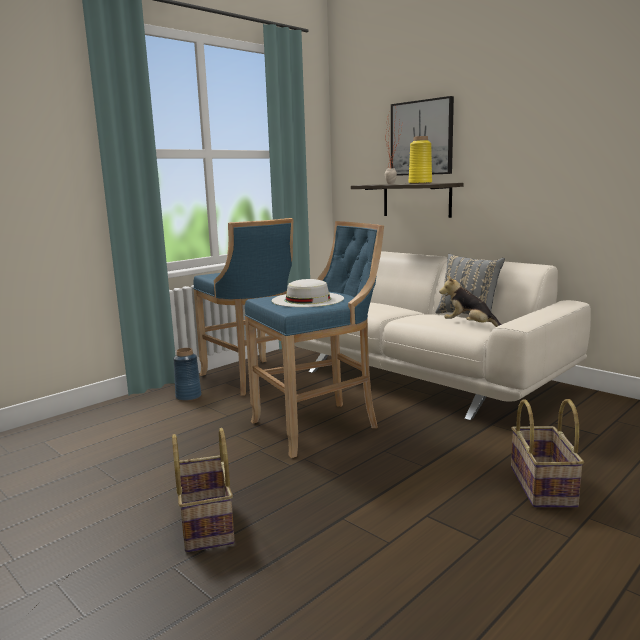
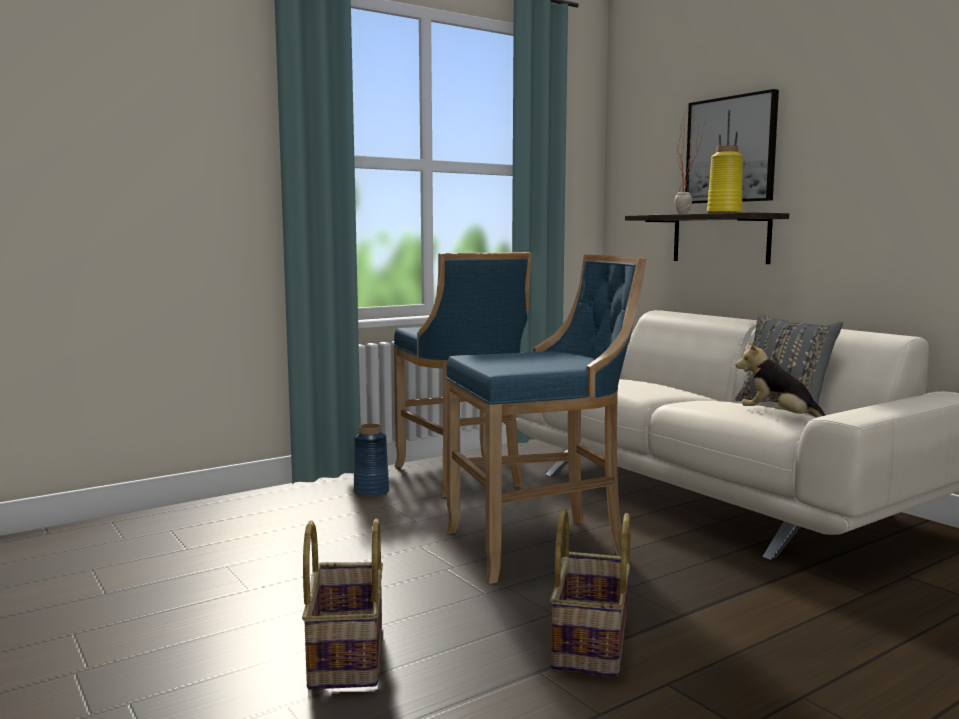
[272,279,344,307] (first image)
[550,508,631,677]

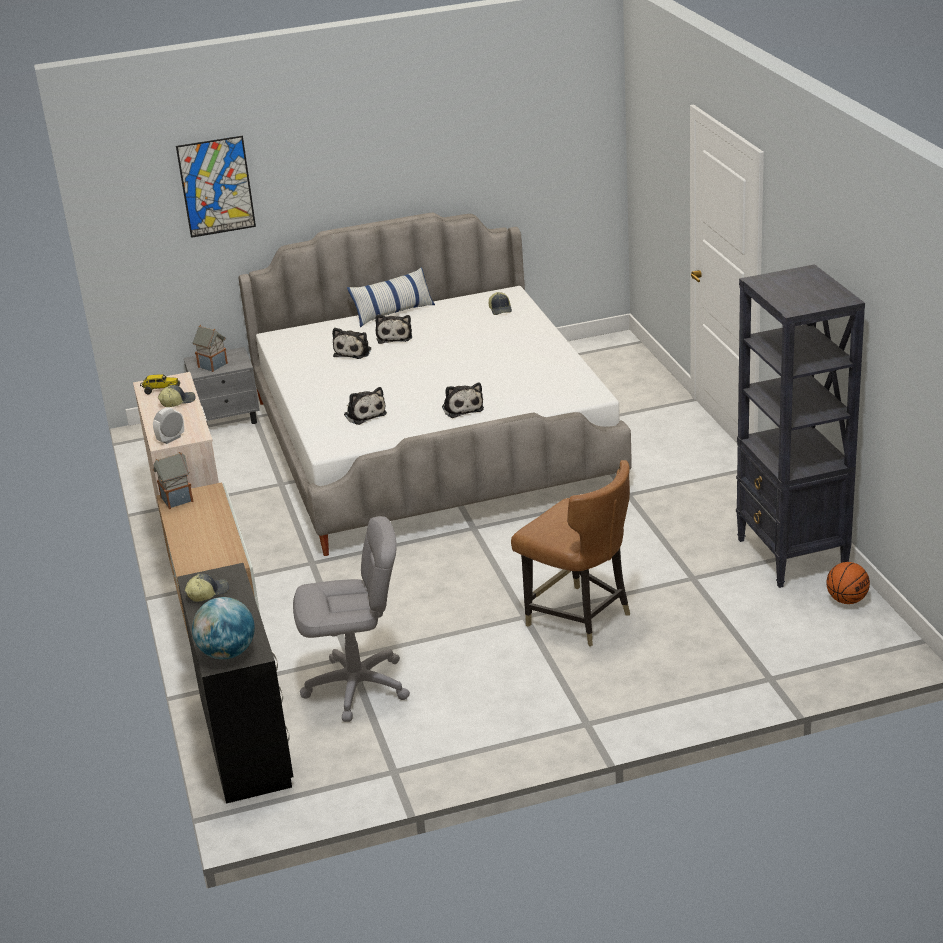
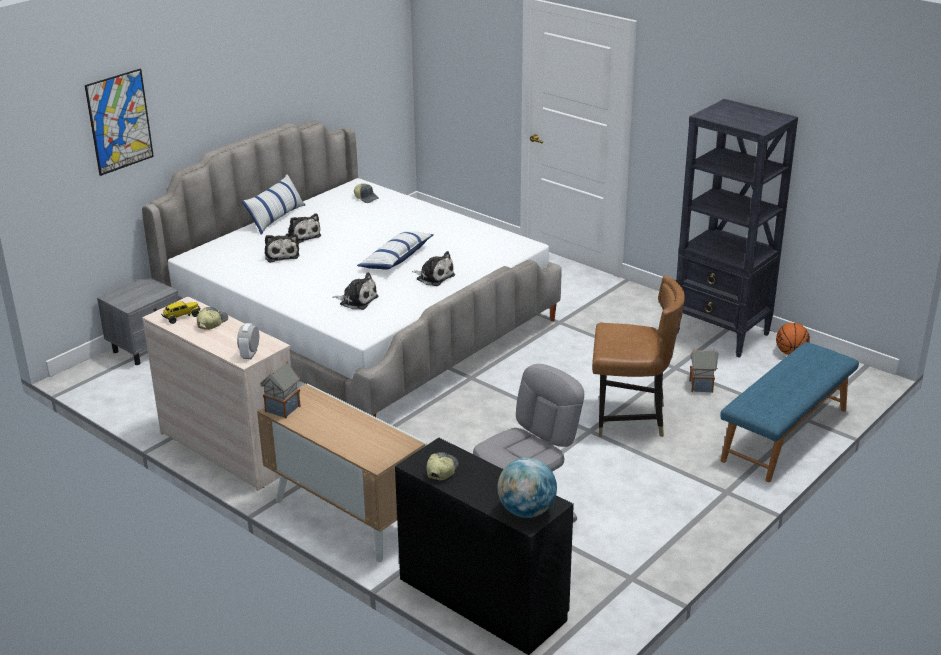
[689,349,718,393]
[357,231,434,270]
[720,342,859,482]

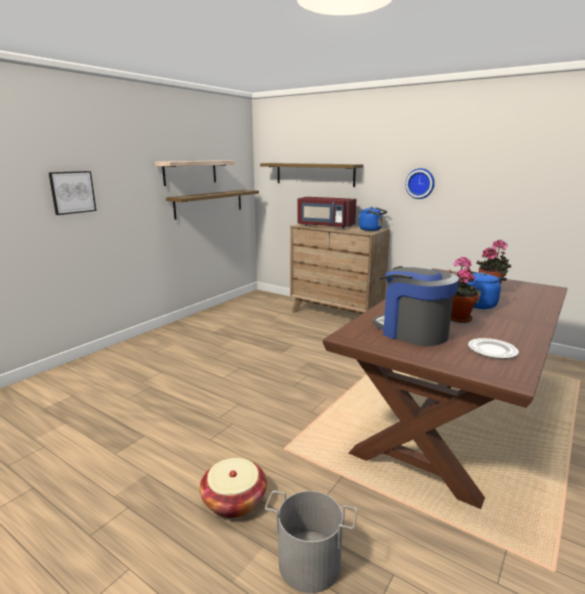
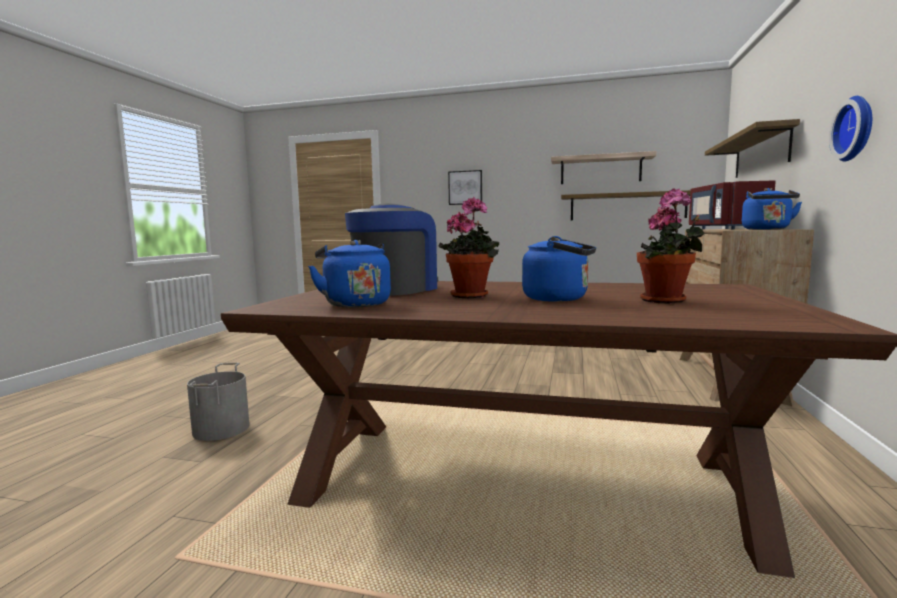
[308,240,391,308]
[200,458,267,518] (first image)

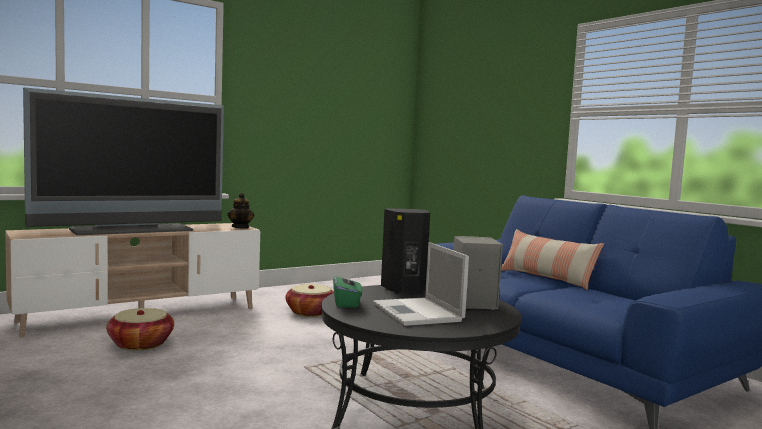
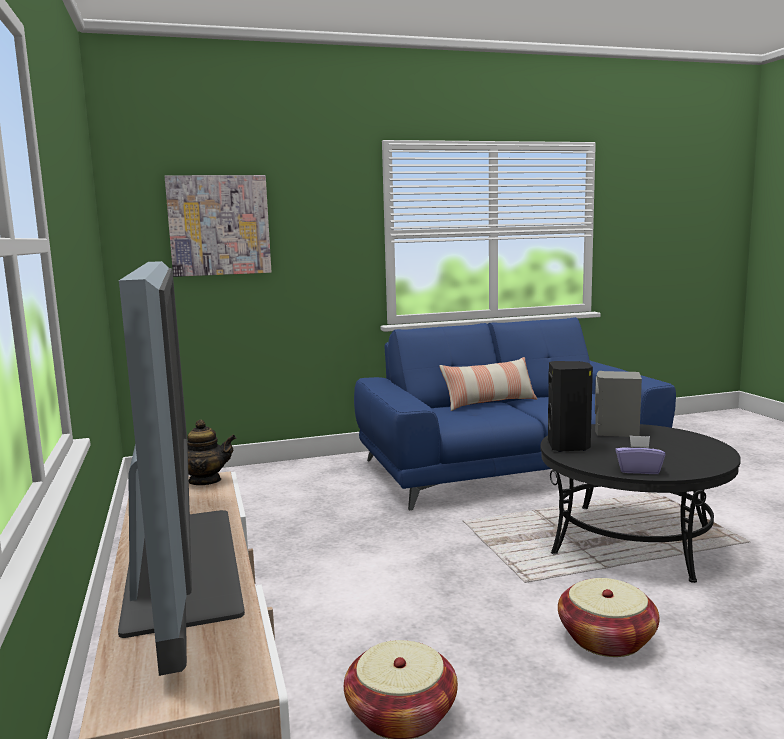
[373,242,469,326] (first image)
[615,435,665,474]
[558,578,660,657]
[165,175,271,277]

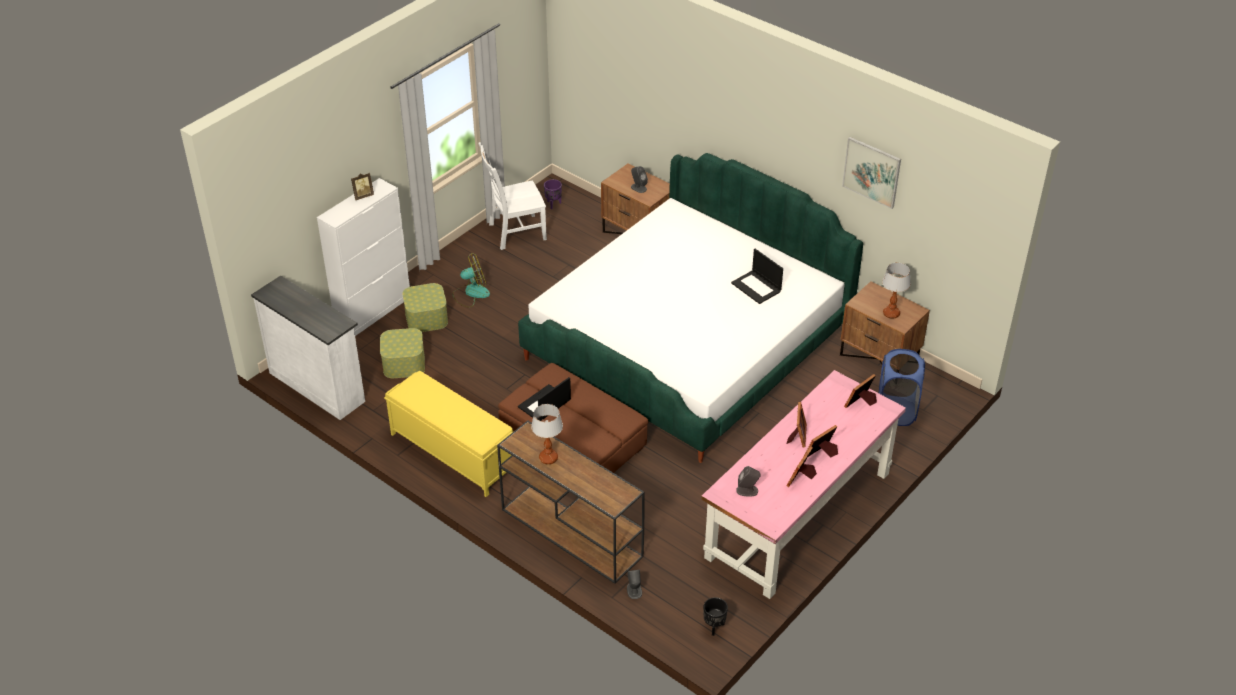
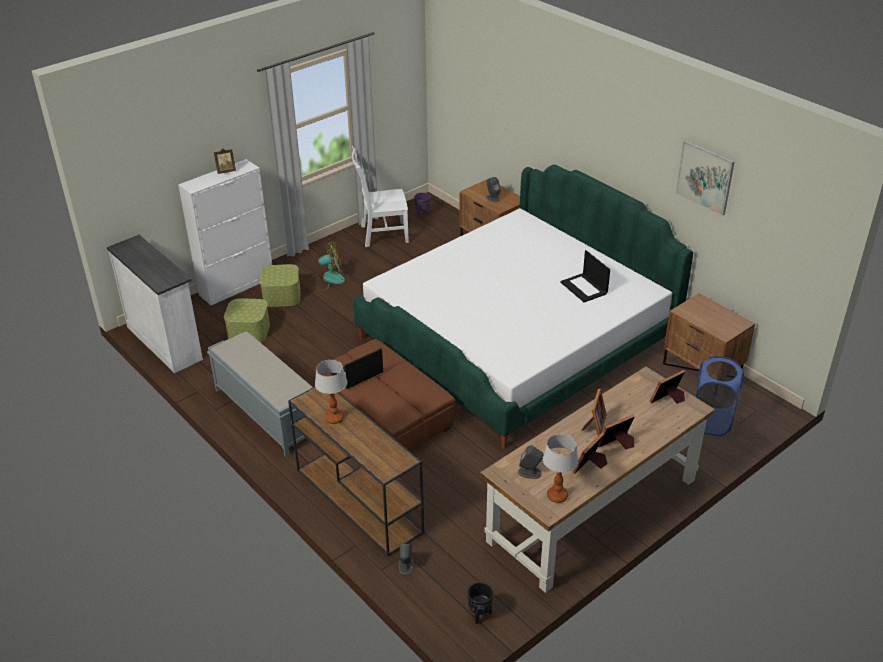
[543,434,578,503]
[480,366,715,593]
[207,331,313,457]

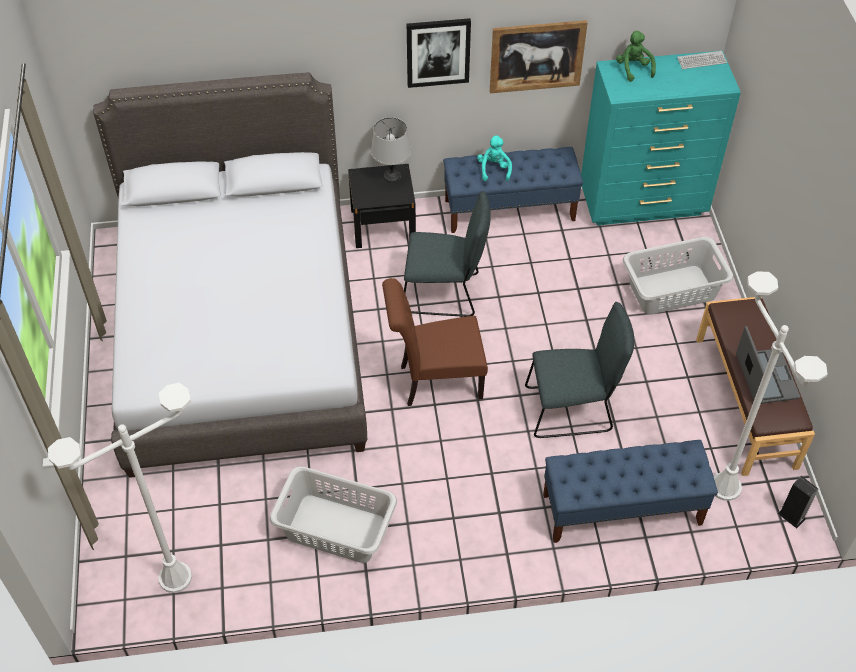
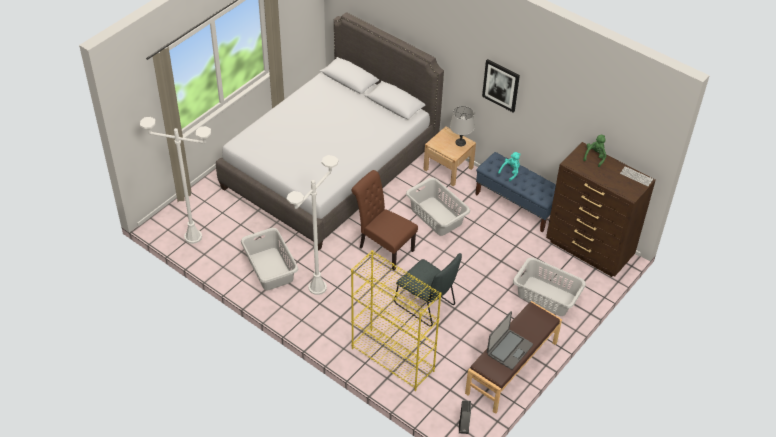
[490,20,588,93] (first image)
[546,142,656,277]
[423,126,476,186]
[406,177,470,236]
[287,155,339,295]
[351,250,442,391]

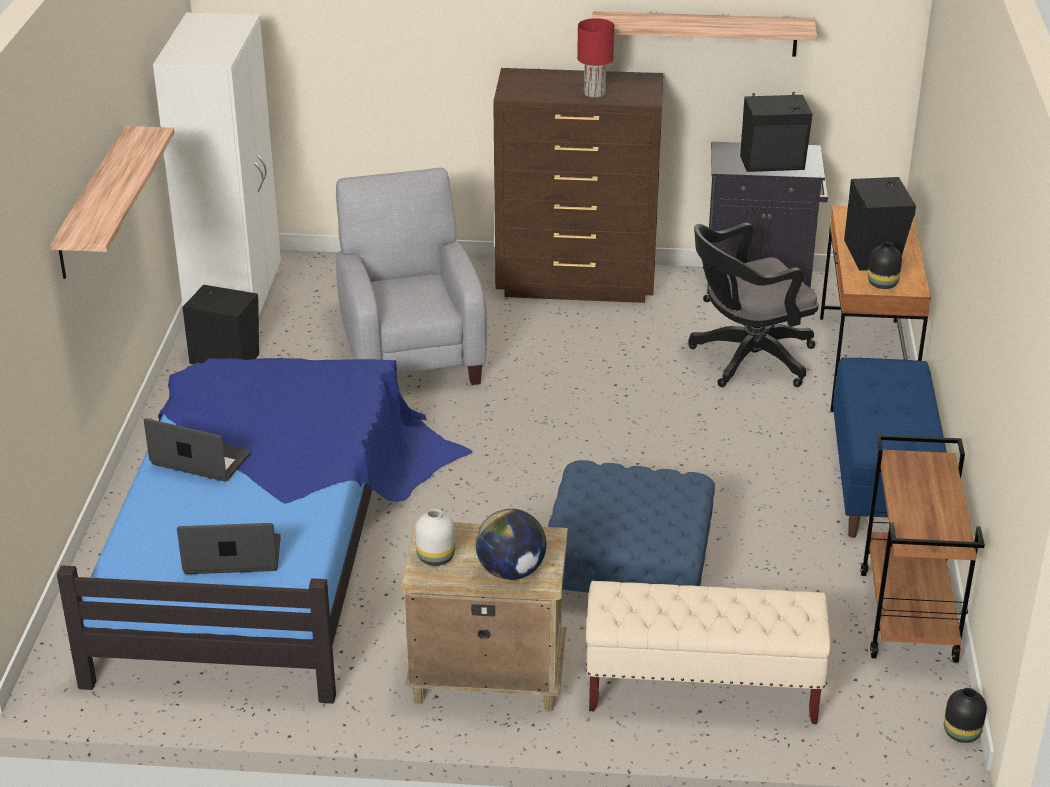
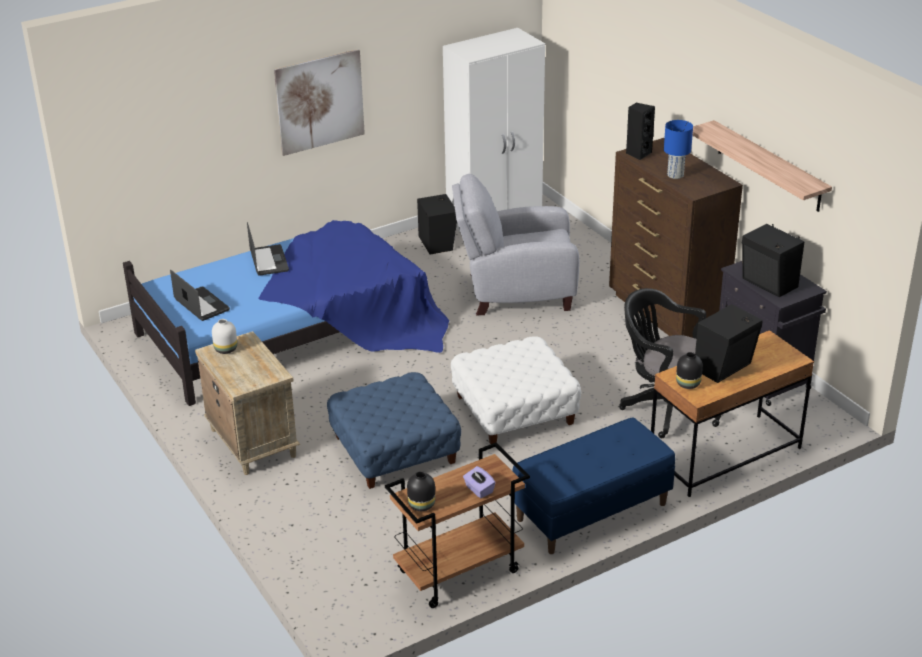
[664,120,693,179]
[274,49,365,156]
[452,174,579,315]
[475,509,546,580] (first image)
[586,581,831,724] (first image)
[407,471,435,511]
[626,102,655,160]
[451,336,581,444]
[463,466,496,498]

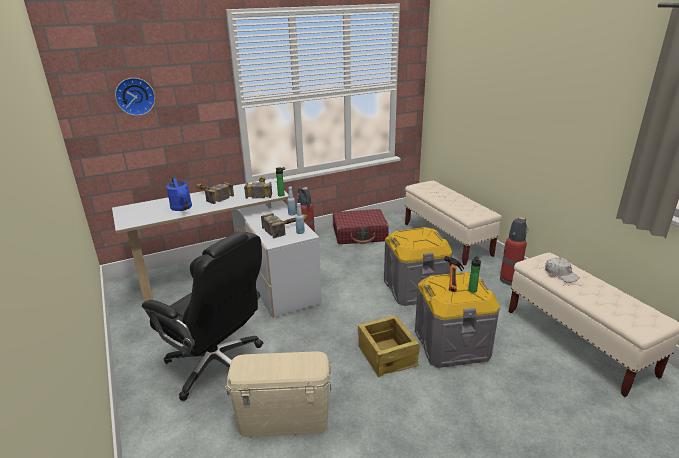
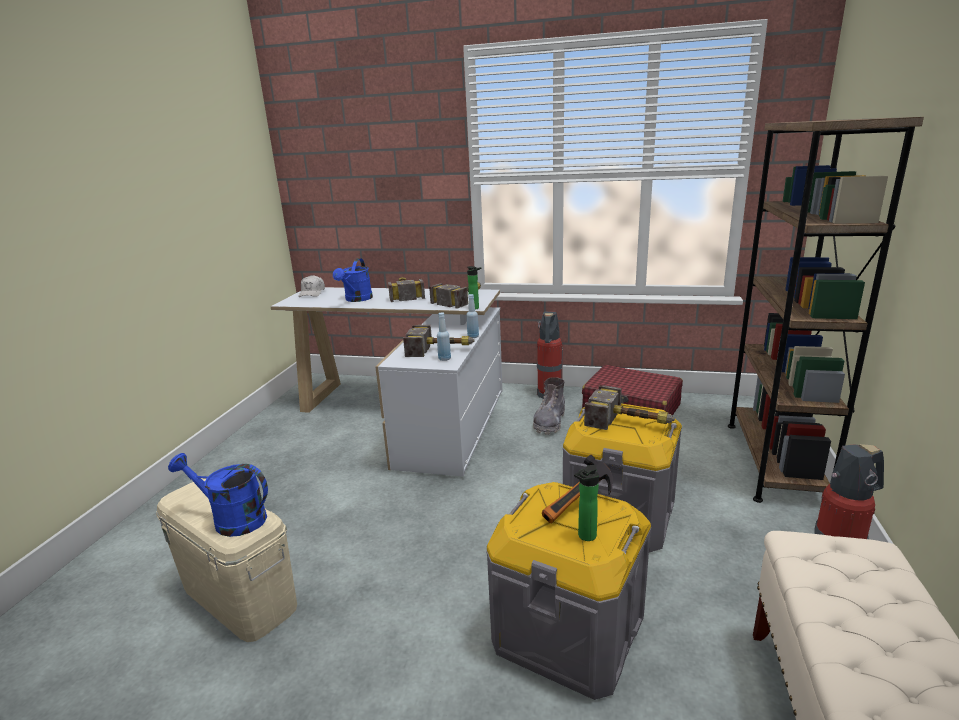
[115,78,155,116] (first image)
[728,117,924,503]
[142,232,263,401] (first image)
[298,275,325,297]
[358,315,420,377] (first image)
[533,377,565,435]
[584,385,675,430]
[168,453,268,537]

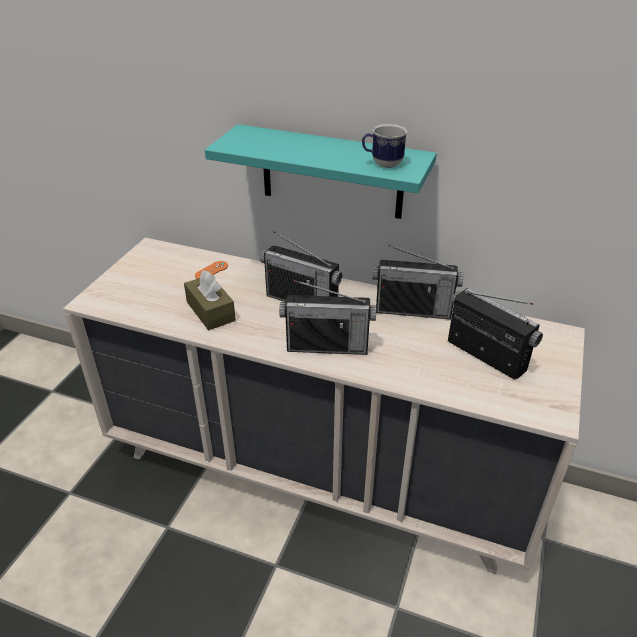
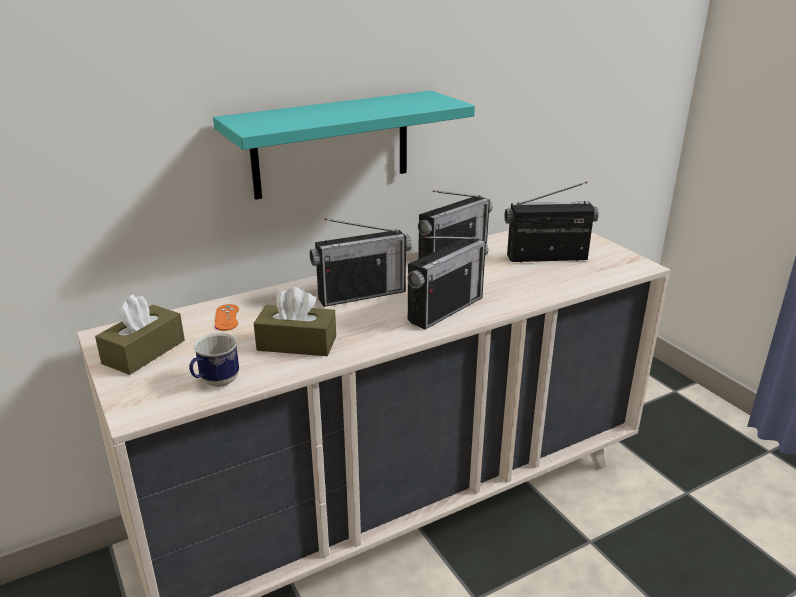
[189,333,239,387]
[95,295,185,375]

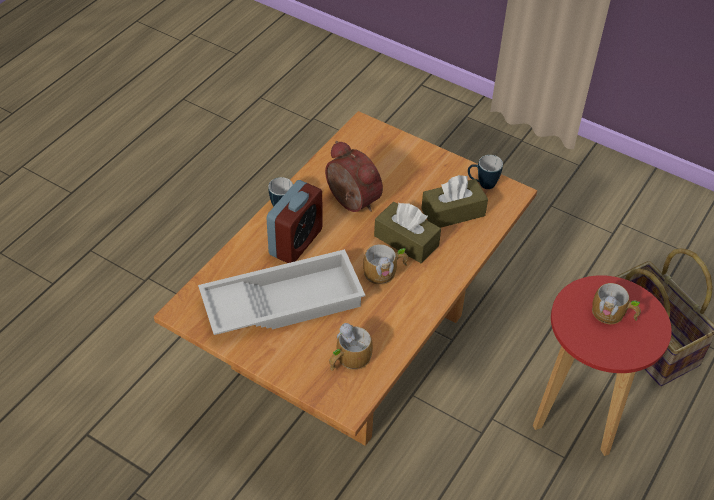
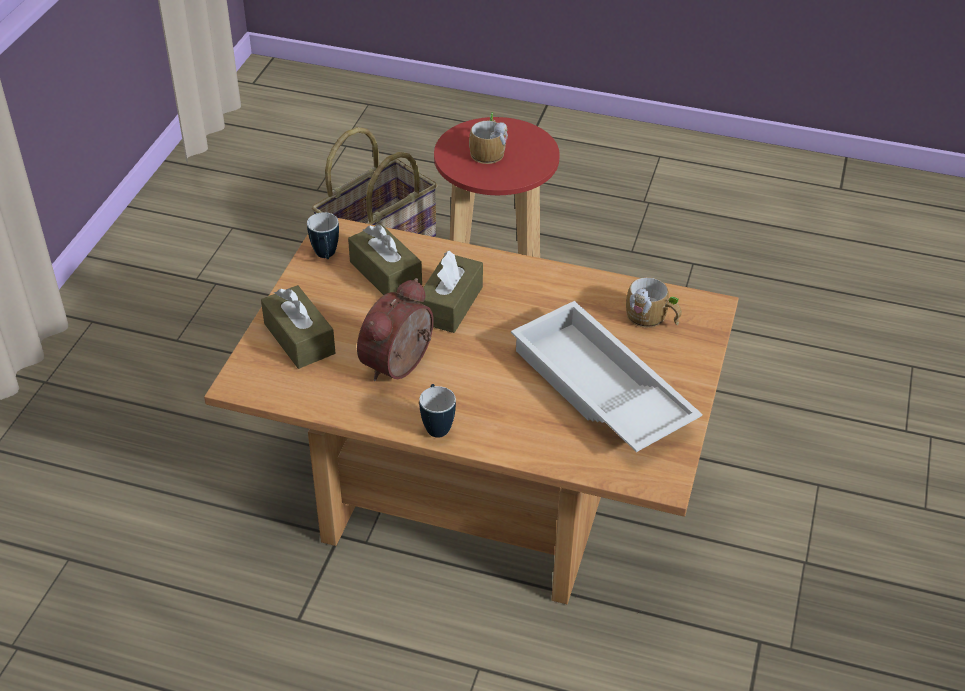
[266,180,322,263] (first image)
[363,244,408,285] (first image)
[261,285,335,369]

